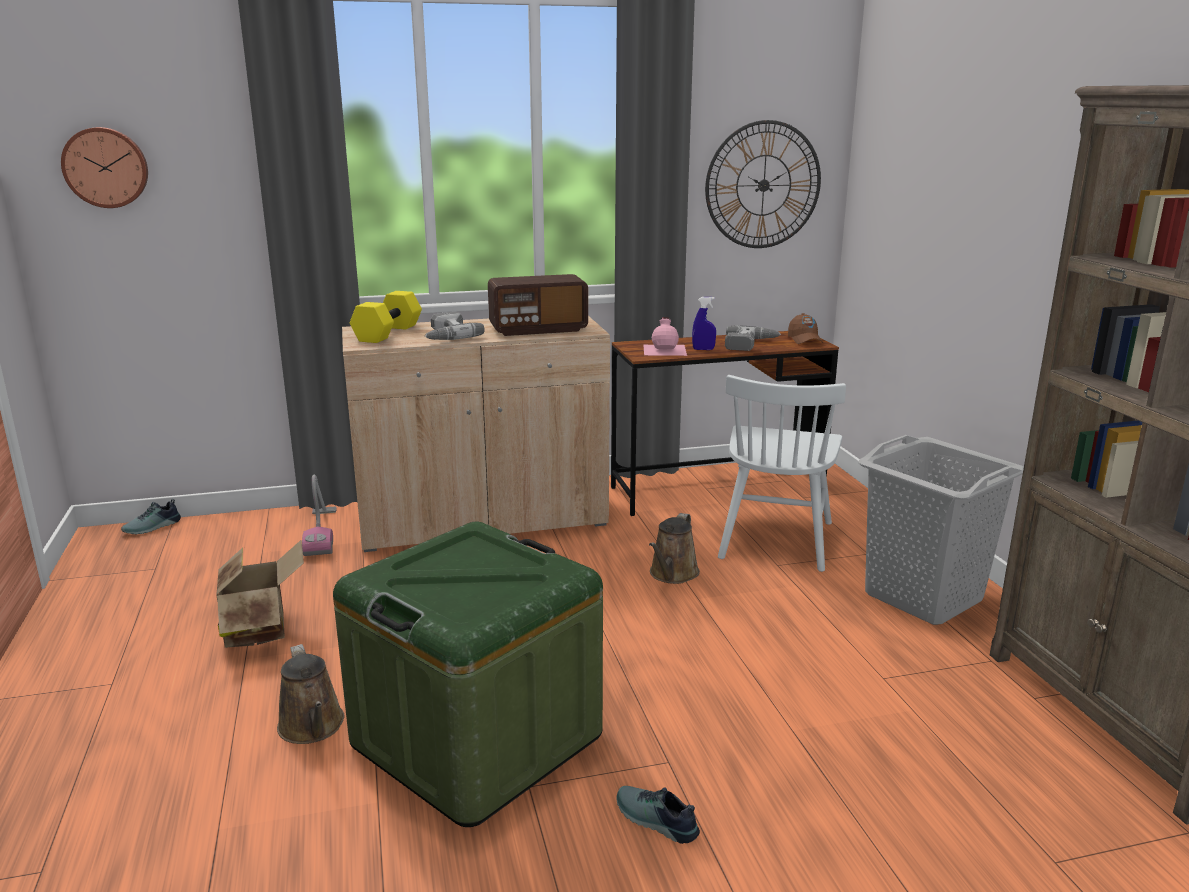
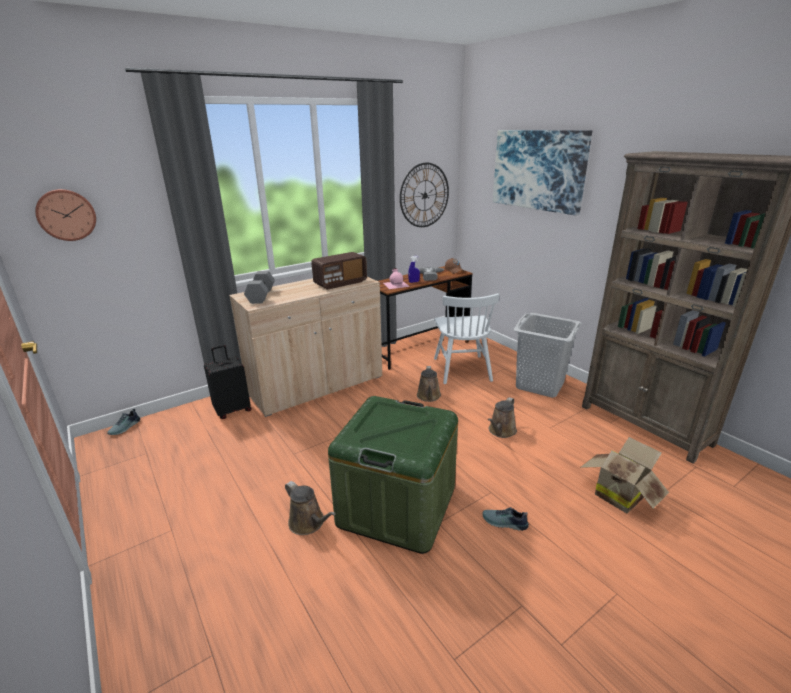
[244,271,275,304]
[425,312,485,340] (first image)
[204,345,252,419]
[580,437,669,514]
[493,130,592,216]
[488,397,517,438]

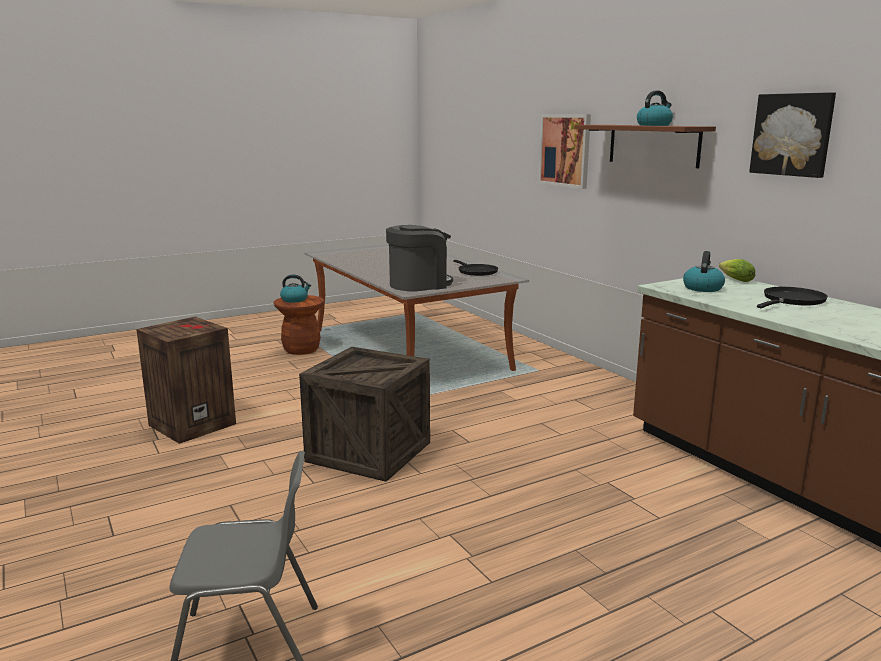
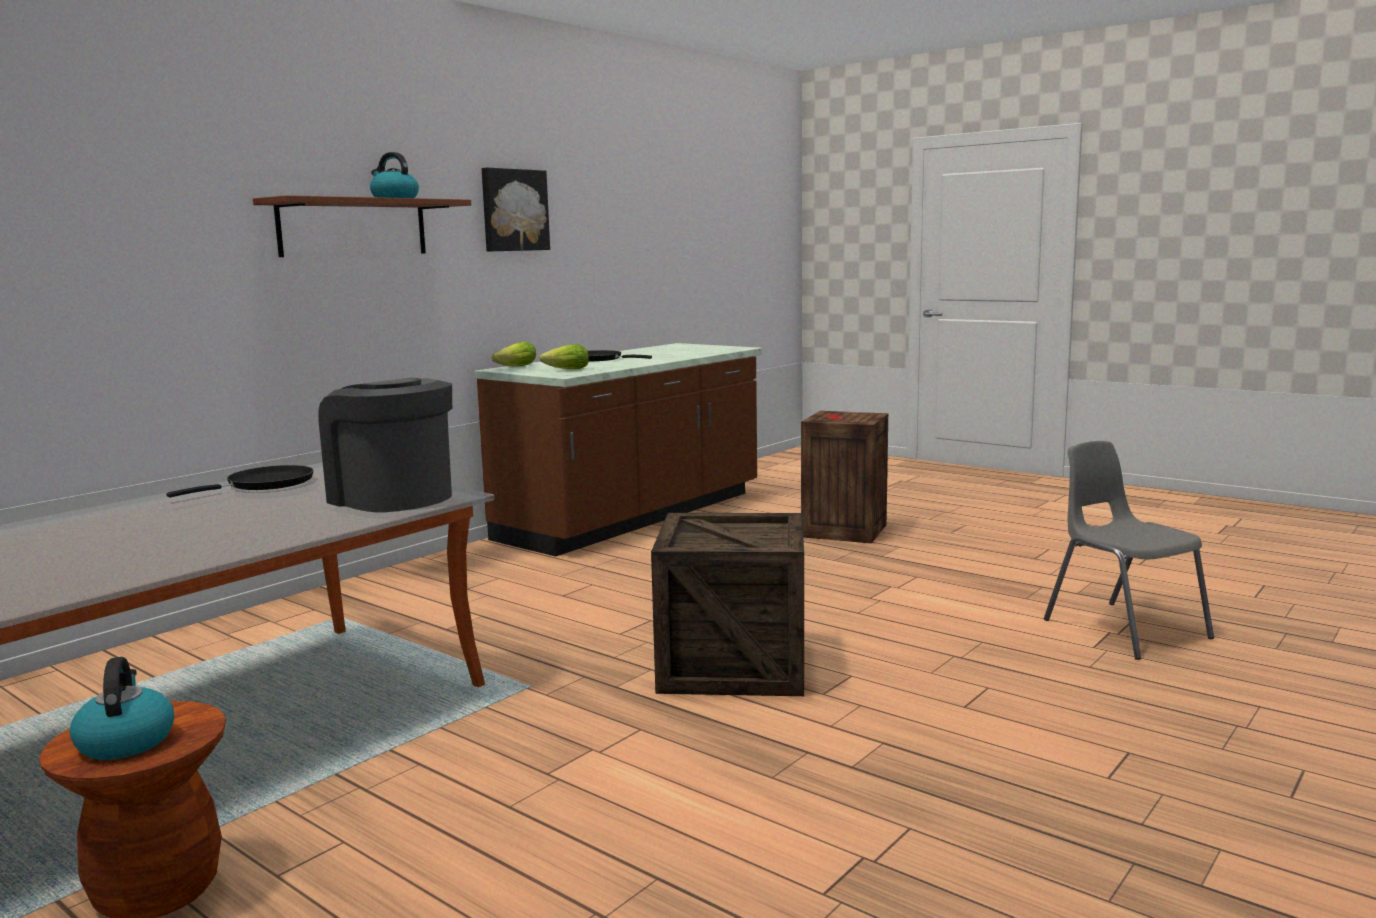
[538,114,591,189] (first image)
[540,344,589,369]
[801,411,888,544]

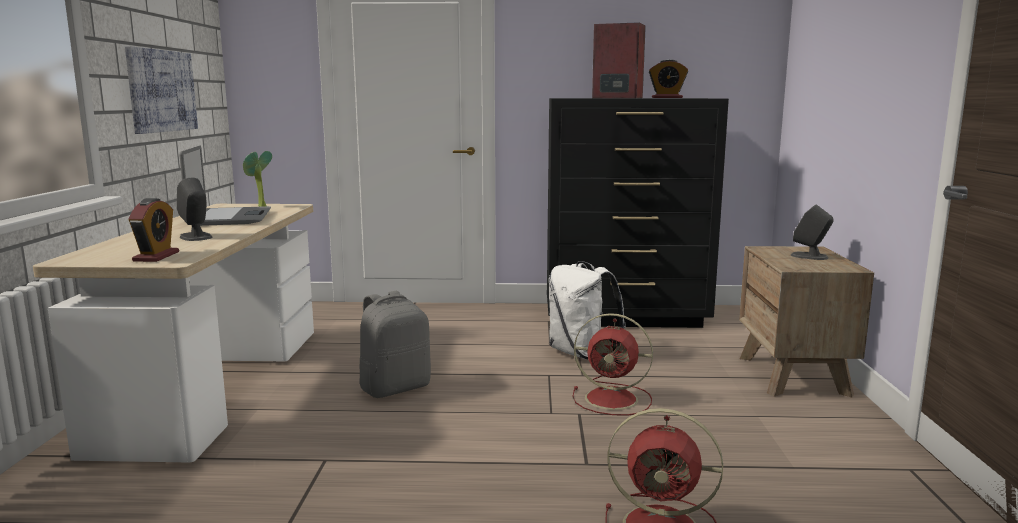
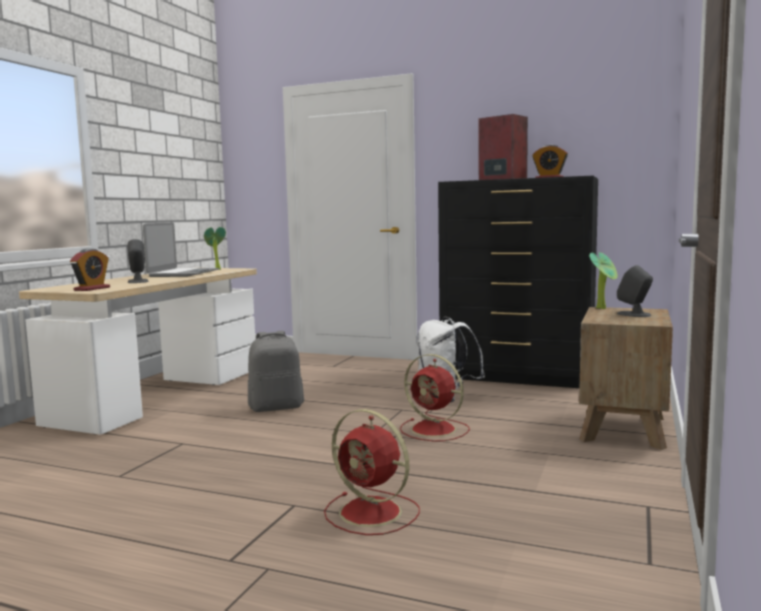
[125,46,198,134] (first image)
[589,252,618,309]

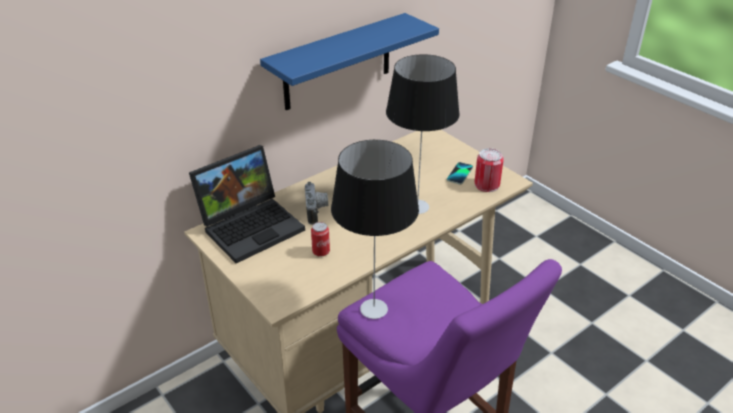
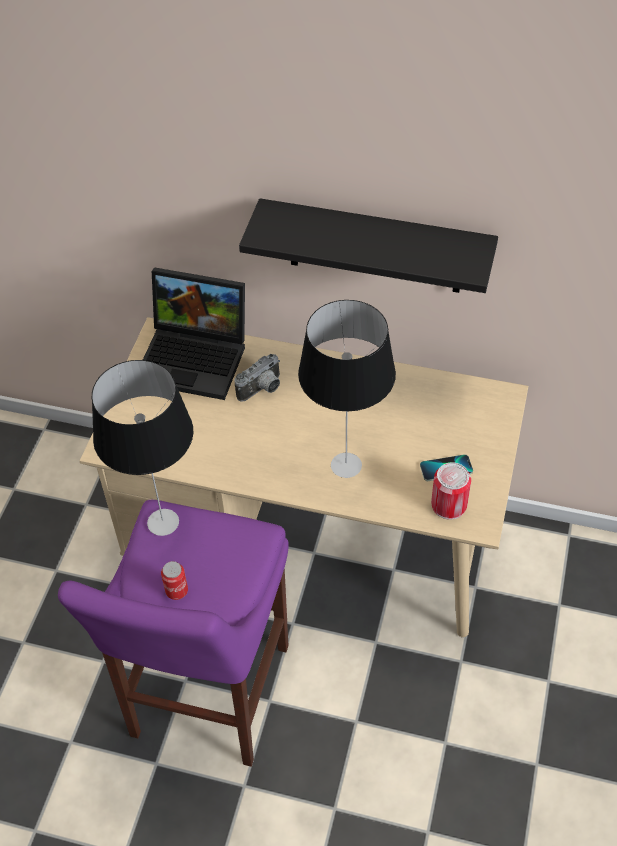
[239,198,498,293]
[161,561,188,600]

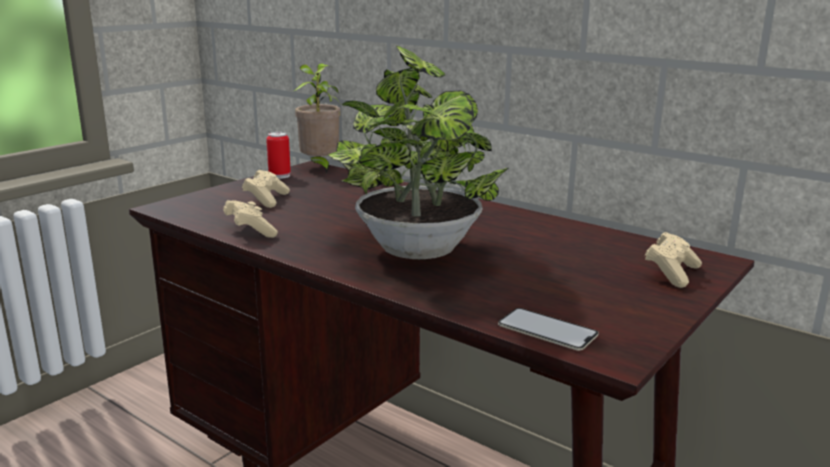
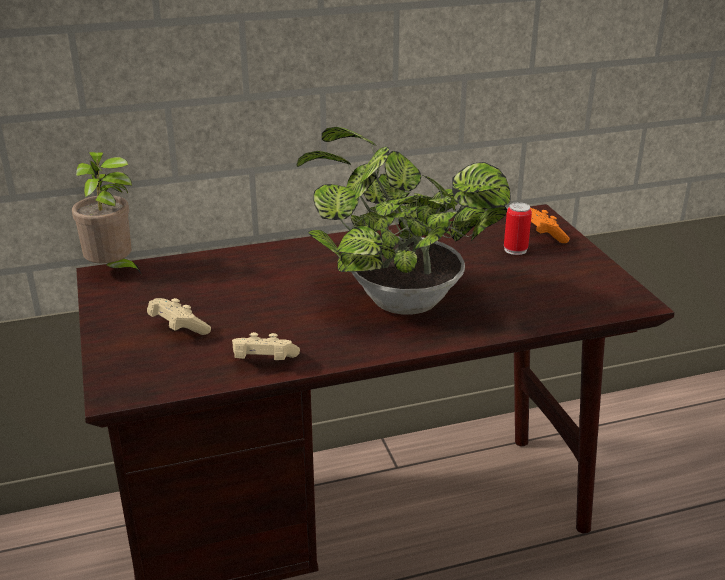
[504,202,532,255]
[530,208,569,243]
[498,308,599,351] (first image)

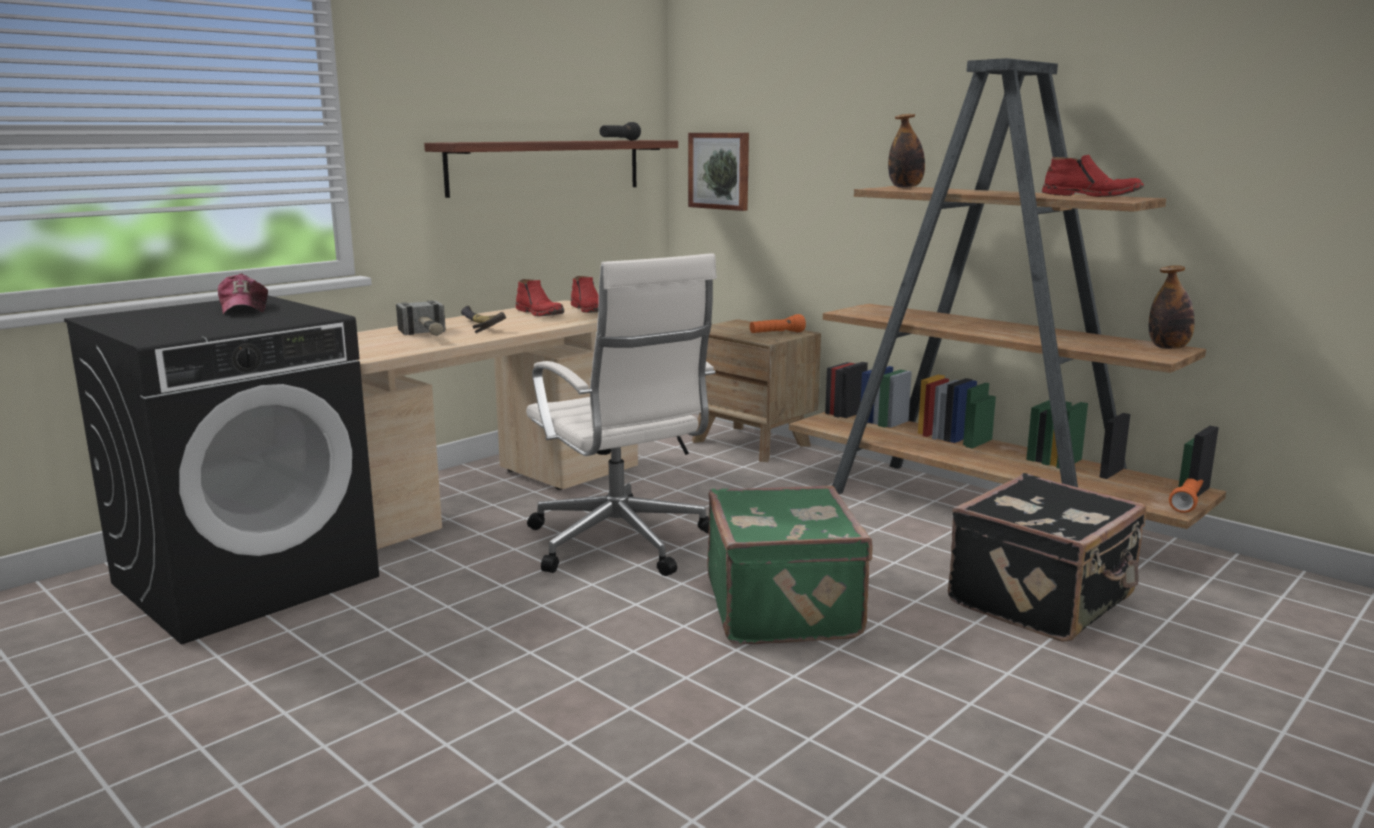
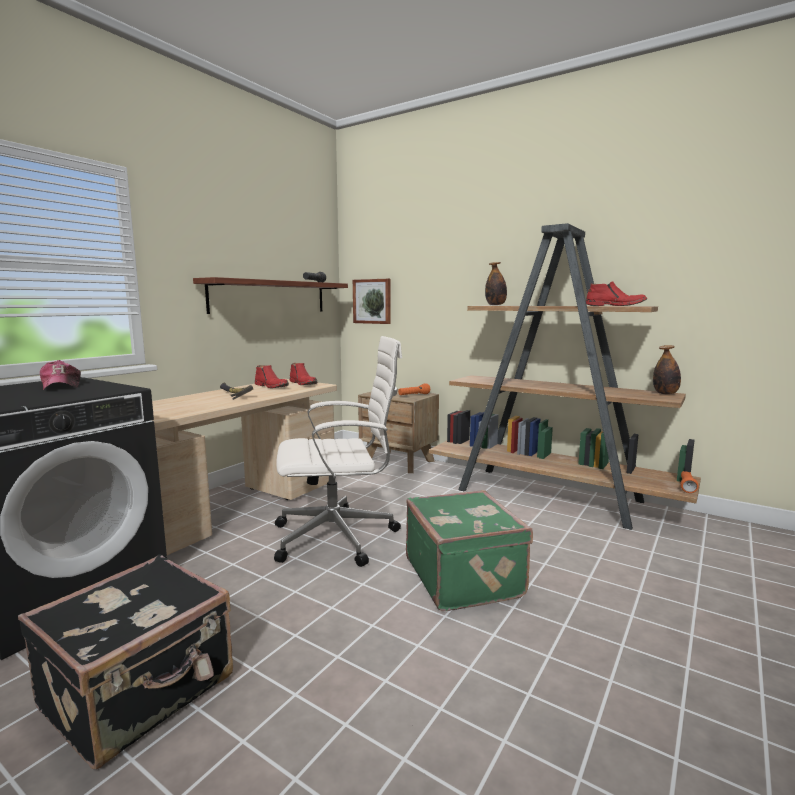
[274,336,402,567]
[396,300,446,336] (first image)
[18,554,233,769]

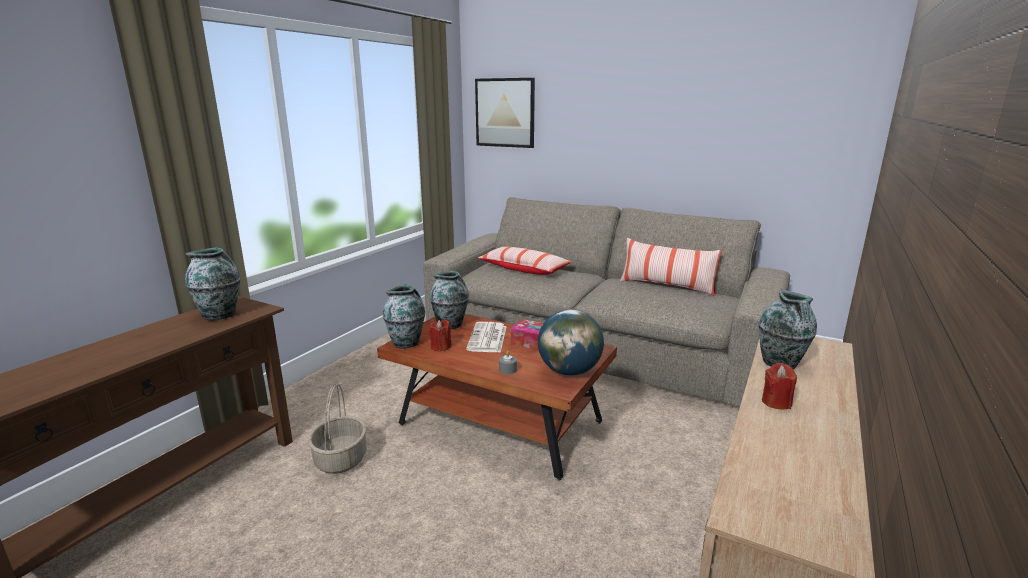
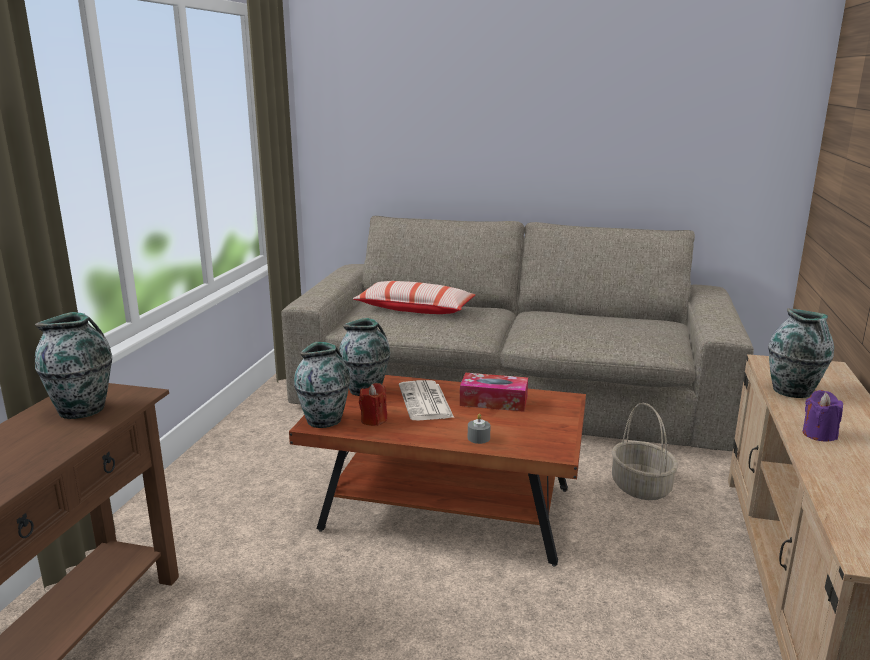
[475,78,535,148] (first image)
[620,238,722,296] (first image)
[538,309,604,376] (first image)
[802,390,843,442]
[611,403,678,500]

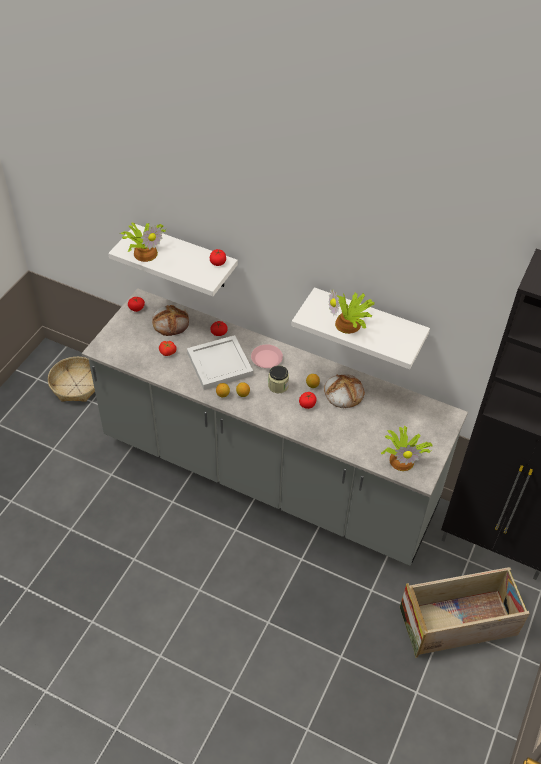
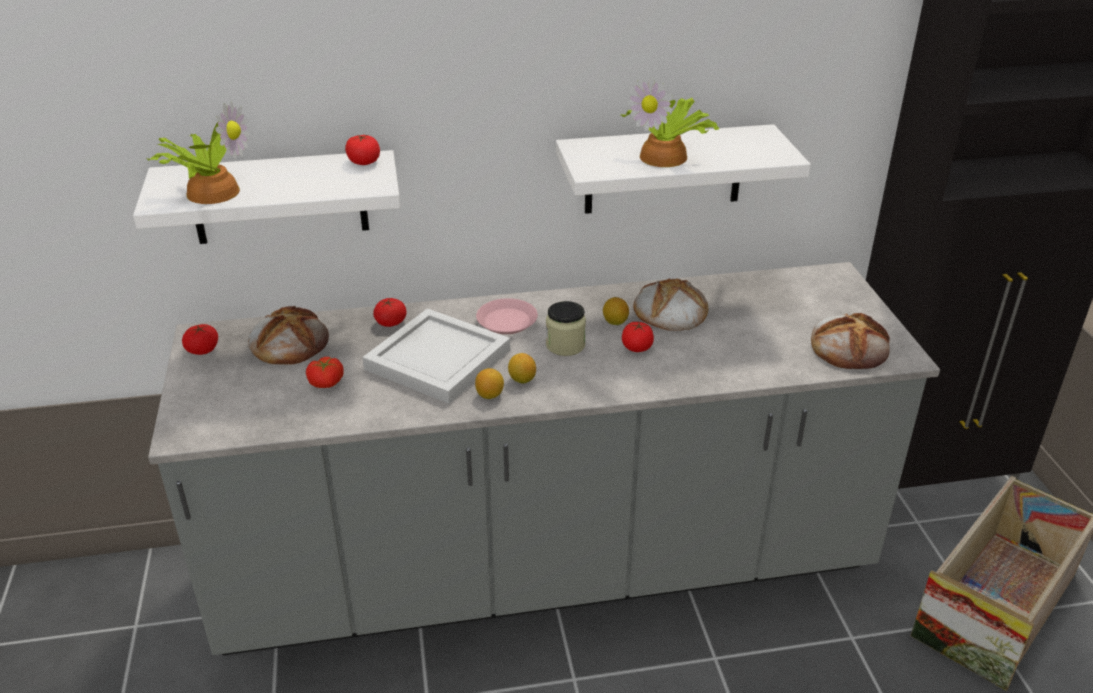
[48,357,95,402] (first image)
[811,313,890,369]

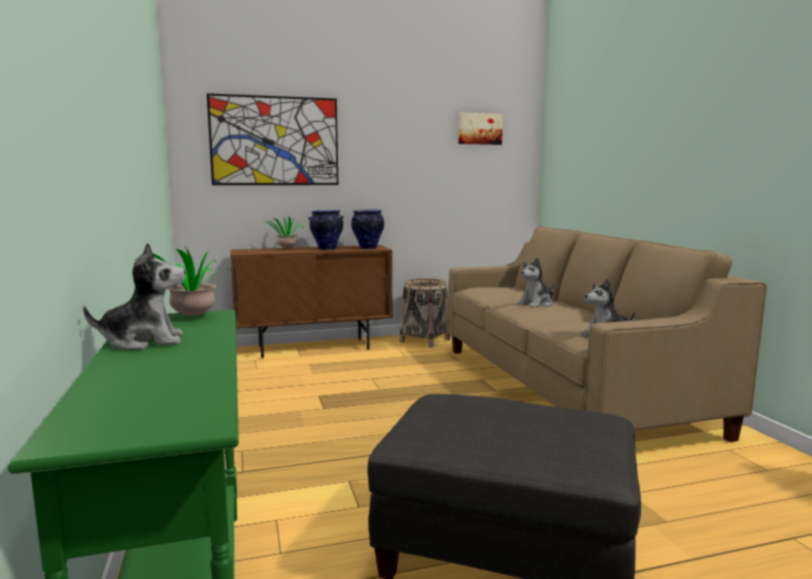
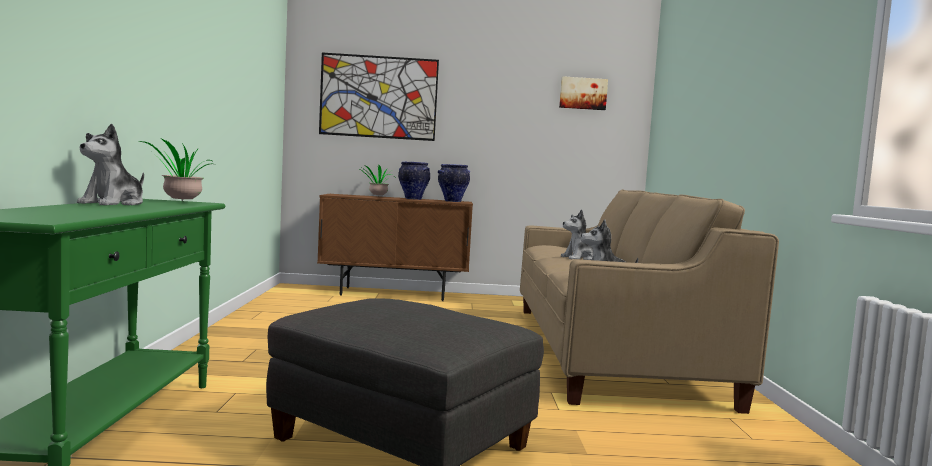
[77,124,144,205]
[400,279,450,348] (first image)

